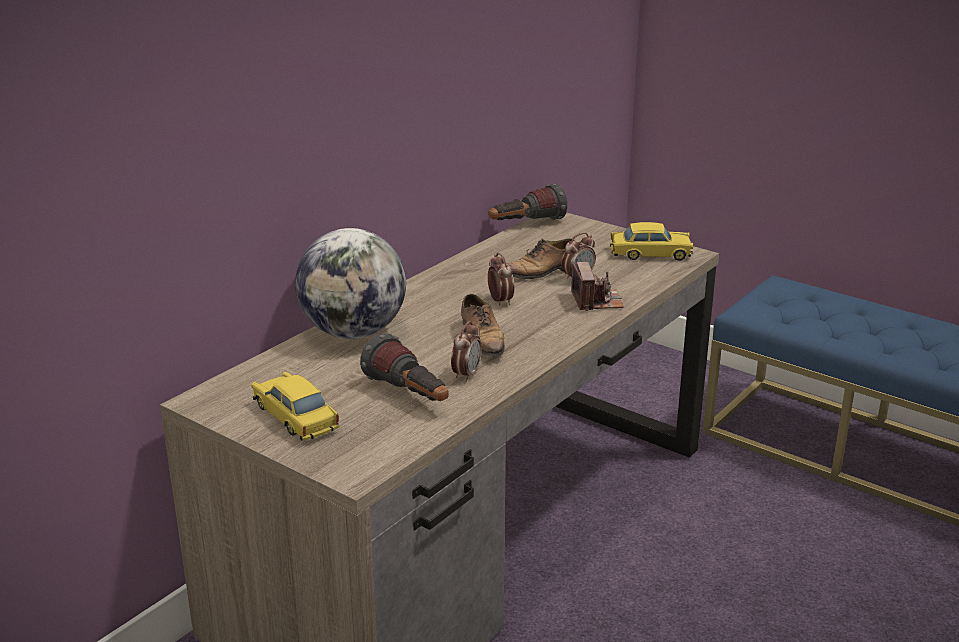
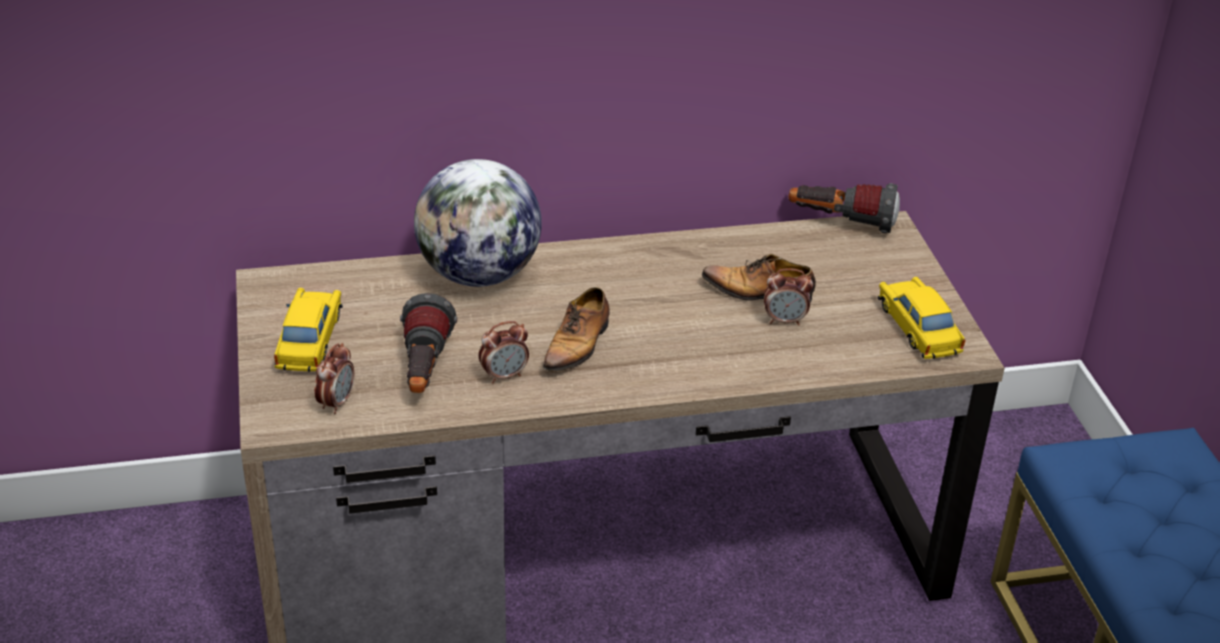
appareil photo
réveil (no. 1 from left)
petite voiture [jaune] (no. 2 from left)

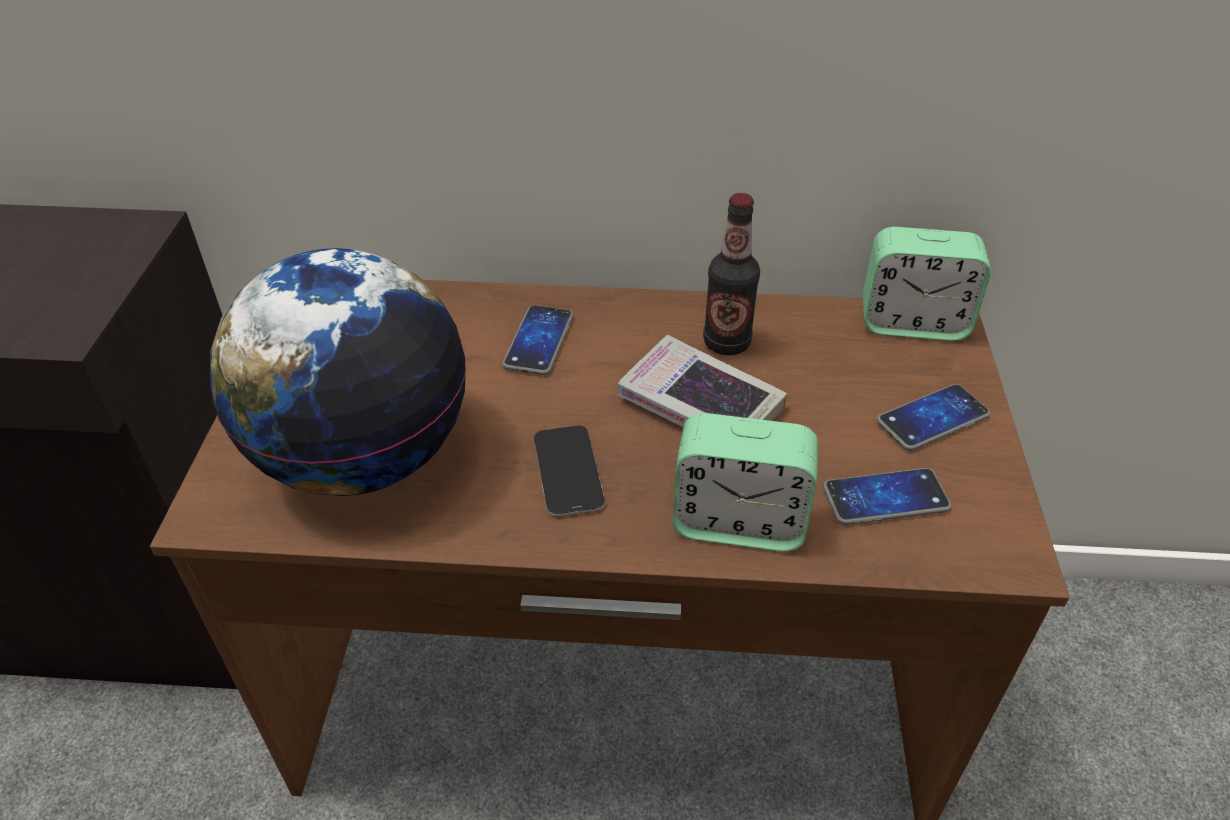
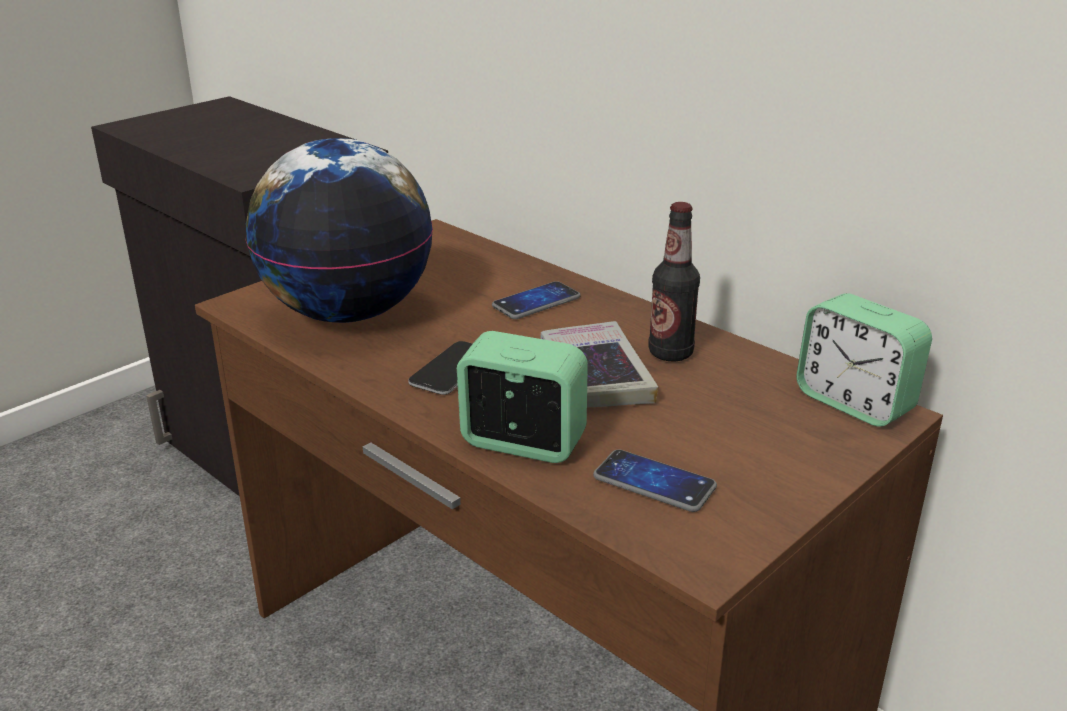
téléphone (no. 4 from left in the first image)
réveil (no. 1 from left)

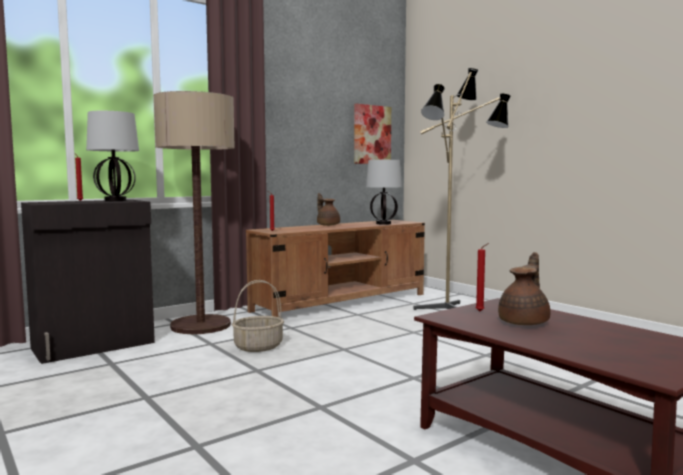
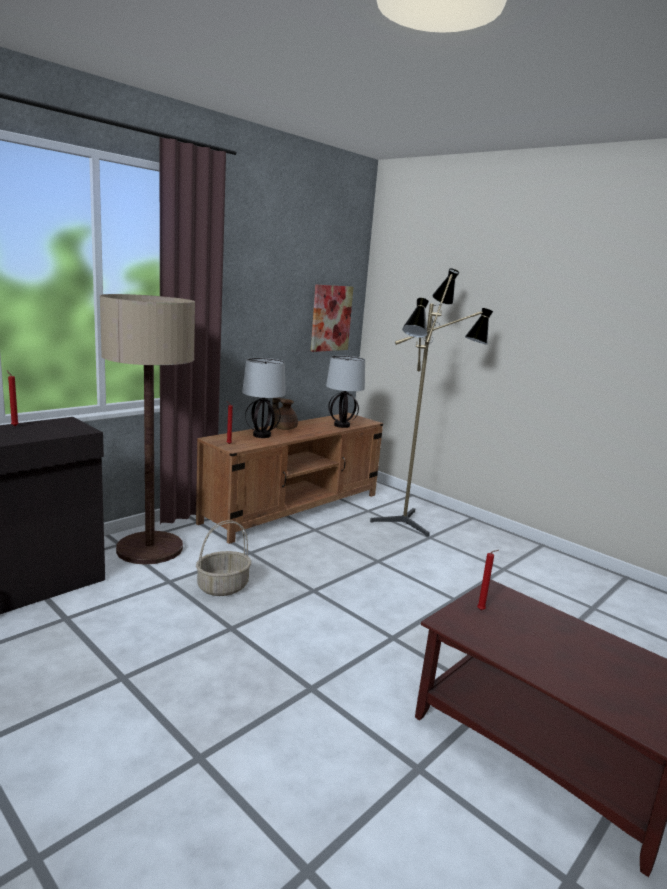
théière [marron] (no. 2 from left in the first image)
lampe de table (no. 1 from left)

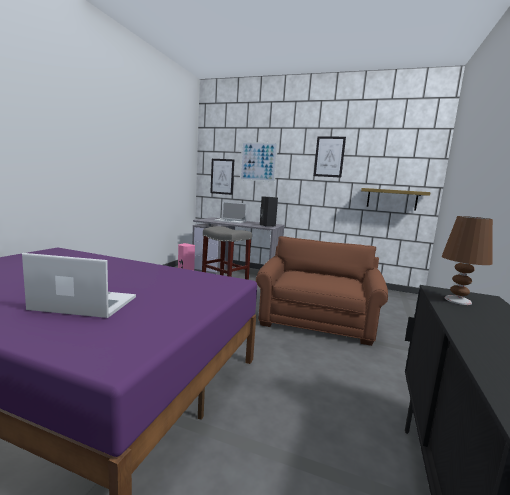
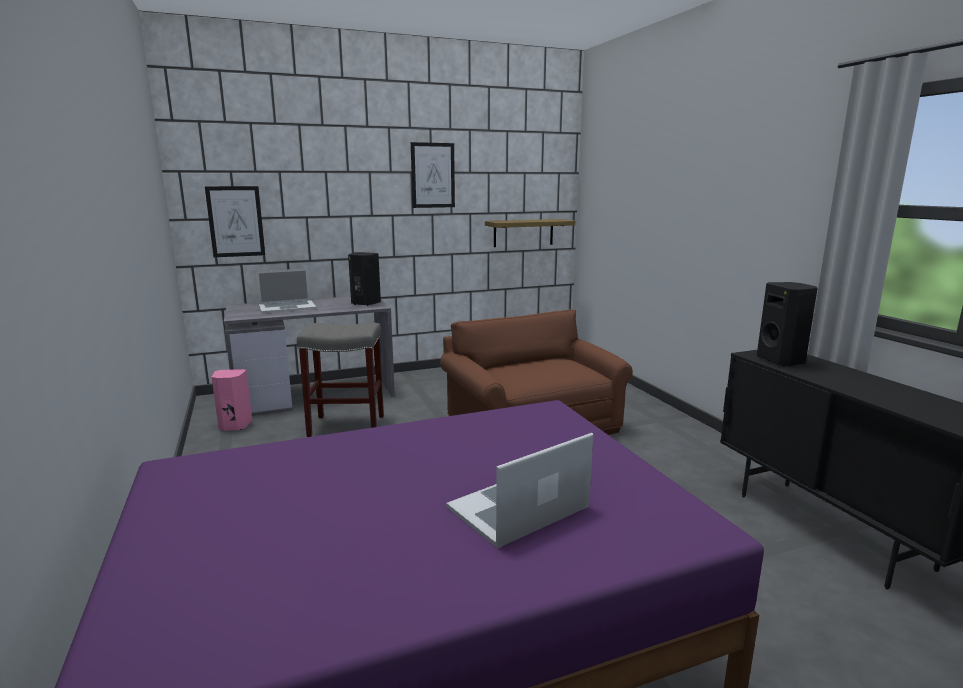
tableau (no. 2 from left in the first image)
enceinte [noir] (no. 2 from left)

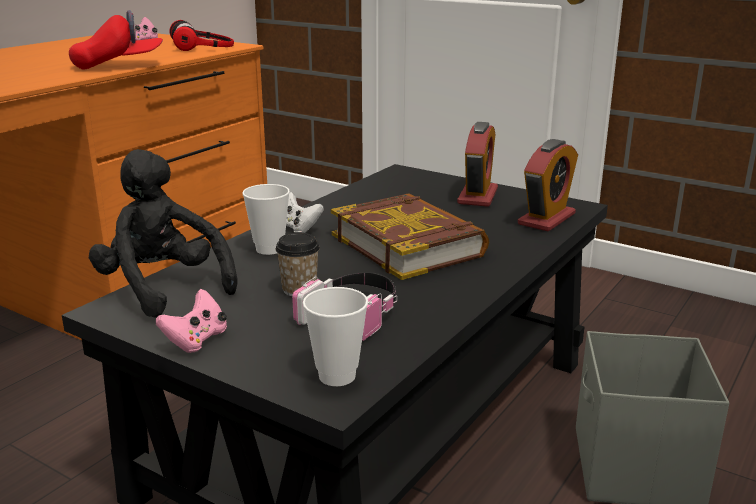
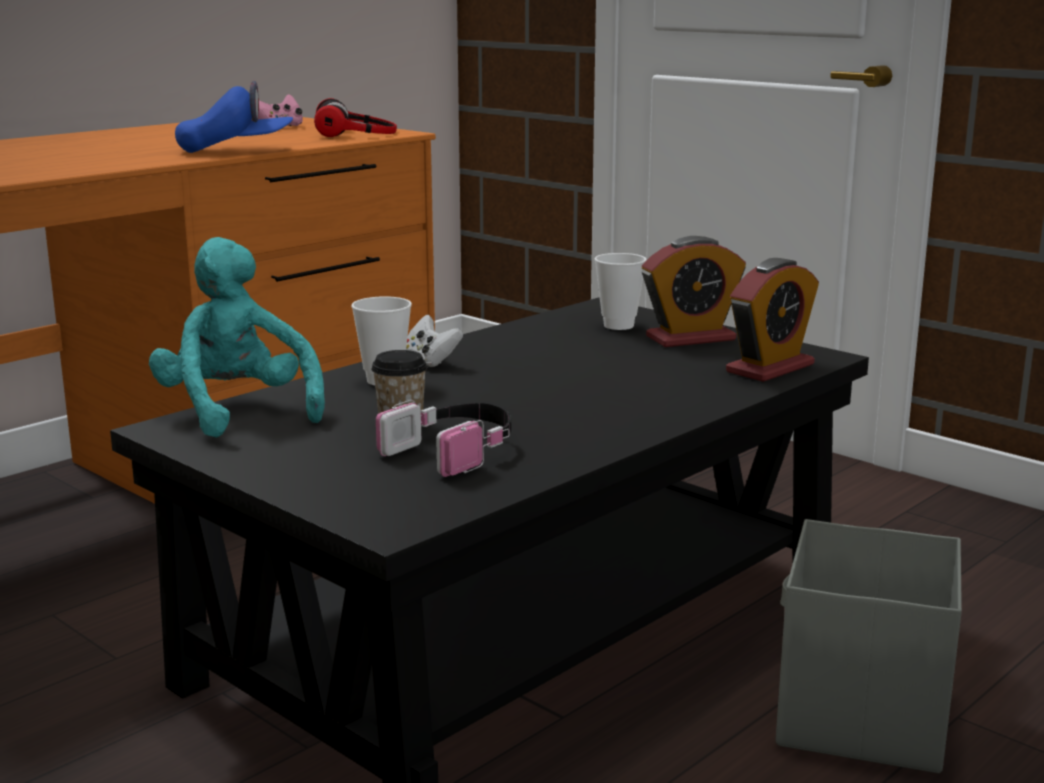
manette [rose] (no. 2 from left in the first image)
livre
tasse (no. 3 from left)
casquette [bleu]
peluche [turquoise]
réveil (no. 1 from left)

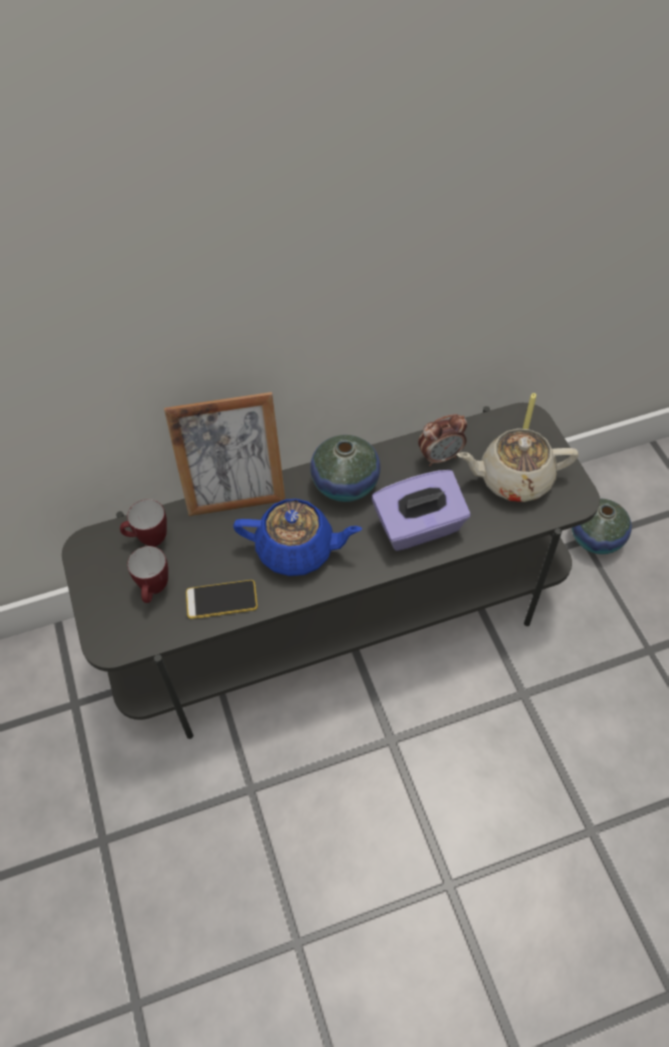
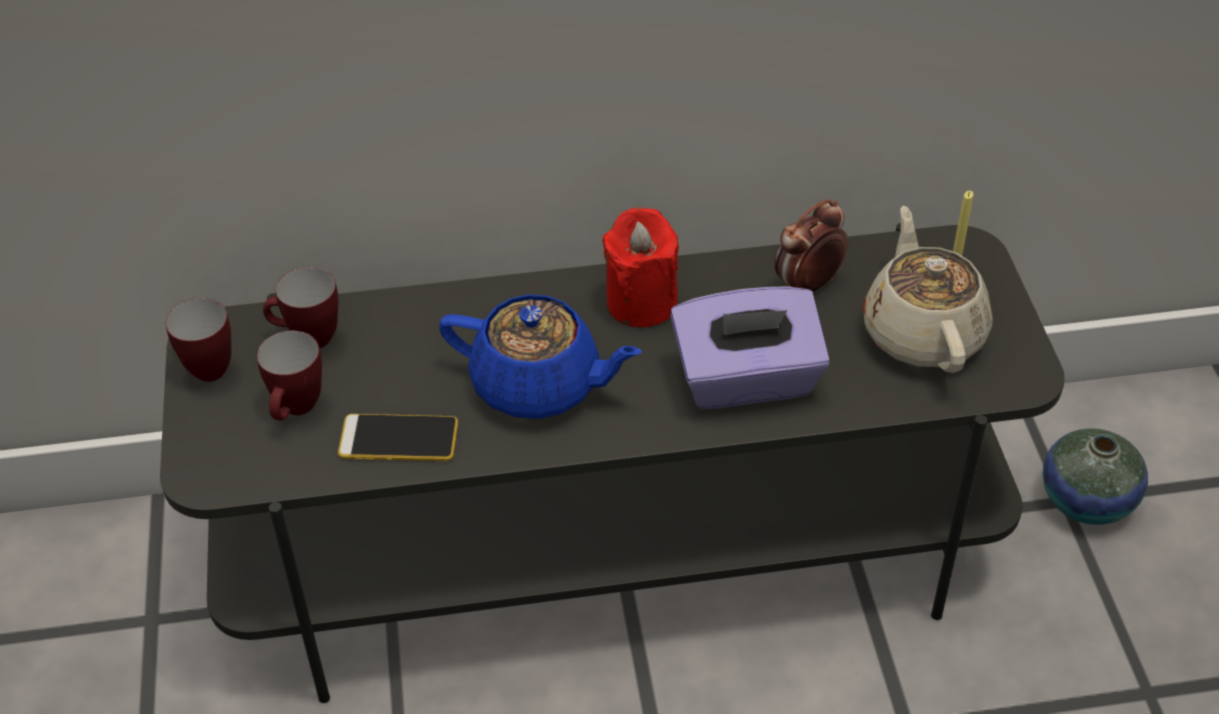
cadre photo
mug (no. 1 from left)
bougie [rouge]
réveil
théière [beige]

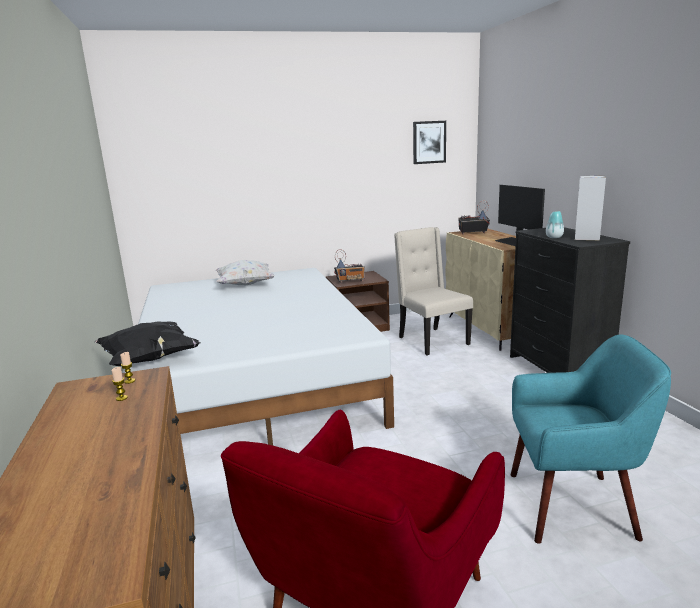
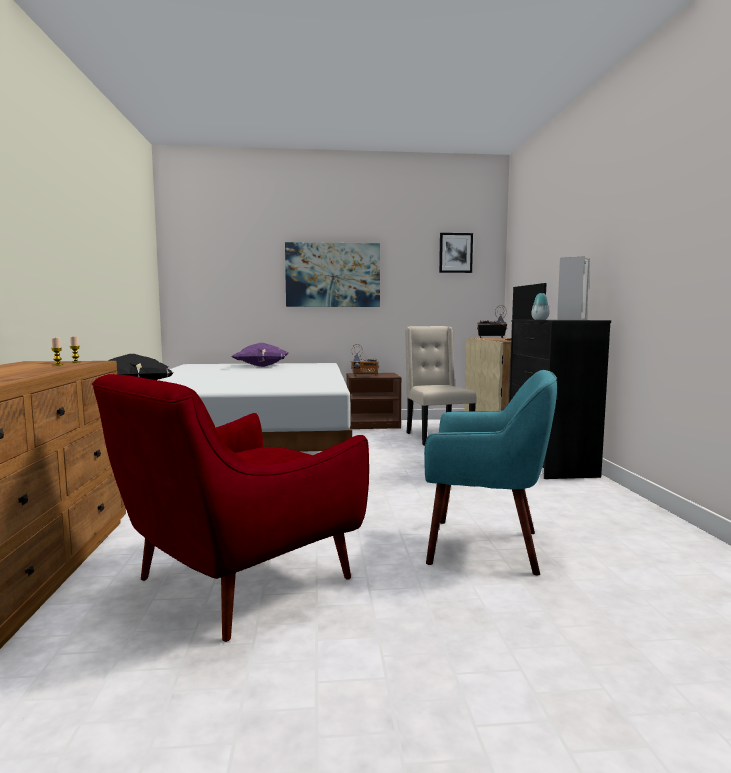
tableau (no. 1 from left)
coussin [violet]

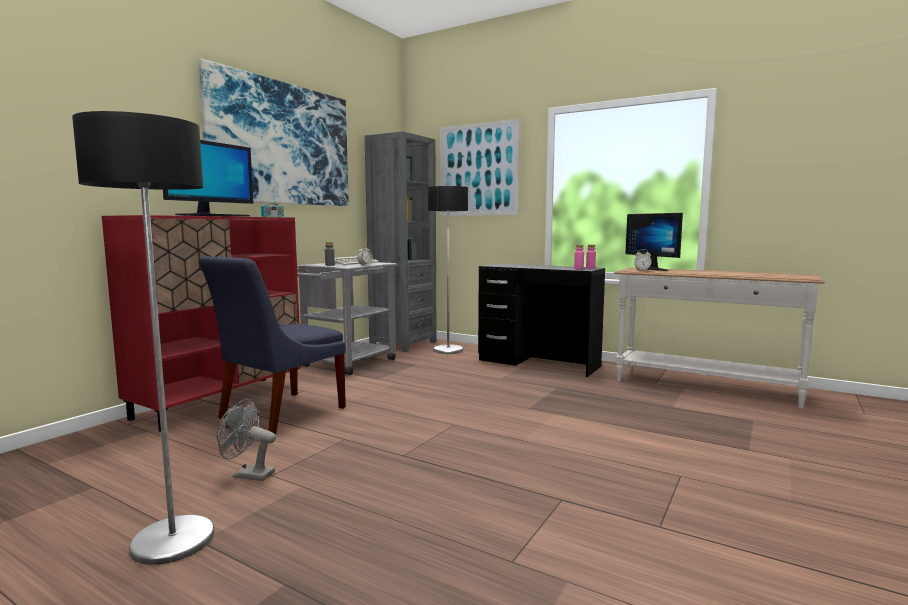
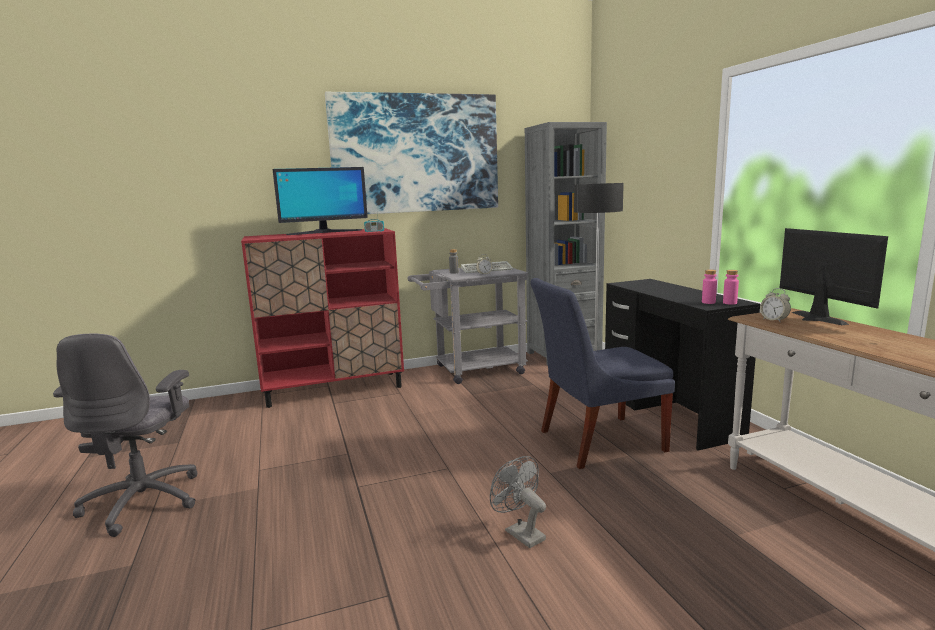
tableau (no. 2 from left in the first image)
chaise [bleu]
ventilateur [gris]
chaise de bureau [gris]
écran d'ordinateur (no. 2 from left)

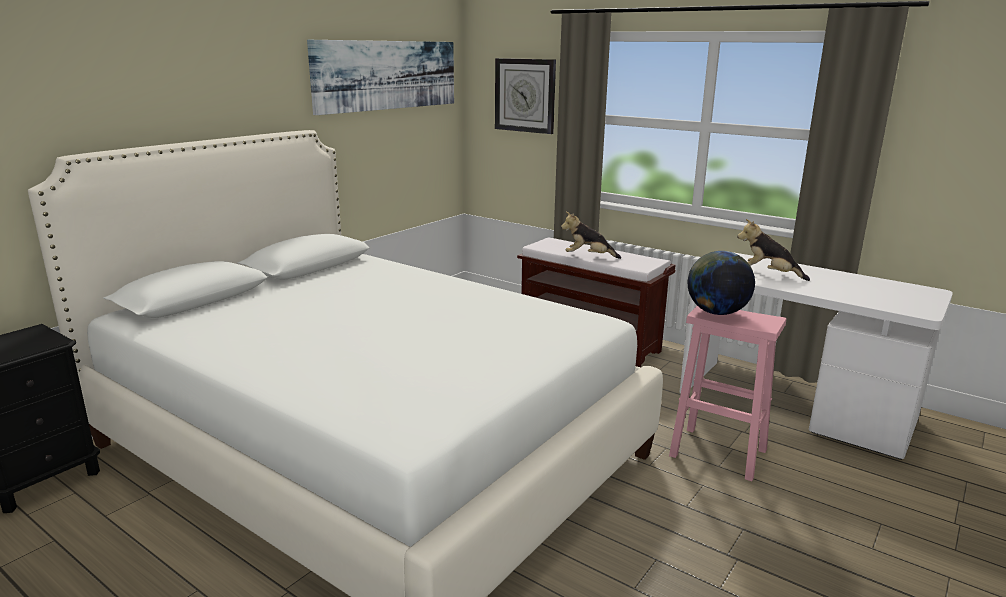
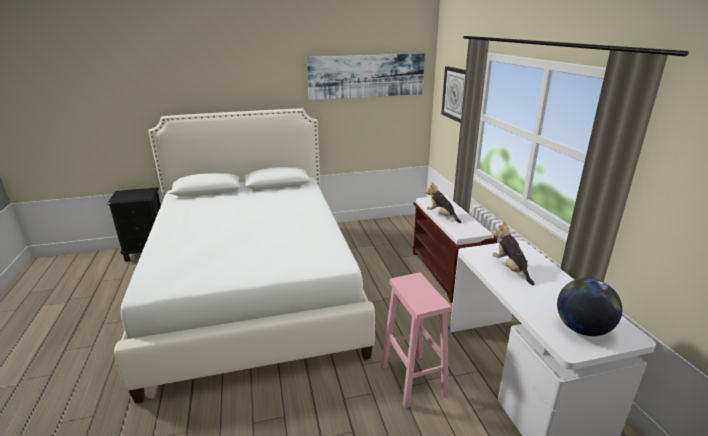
globe

